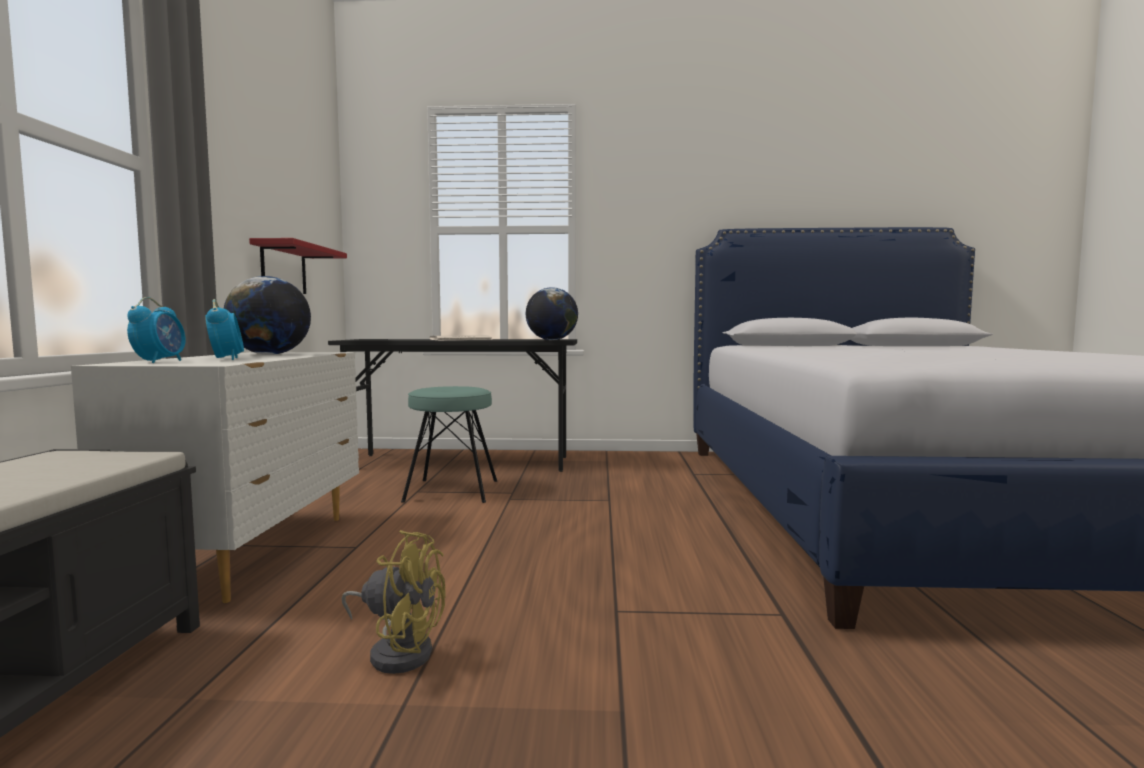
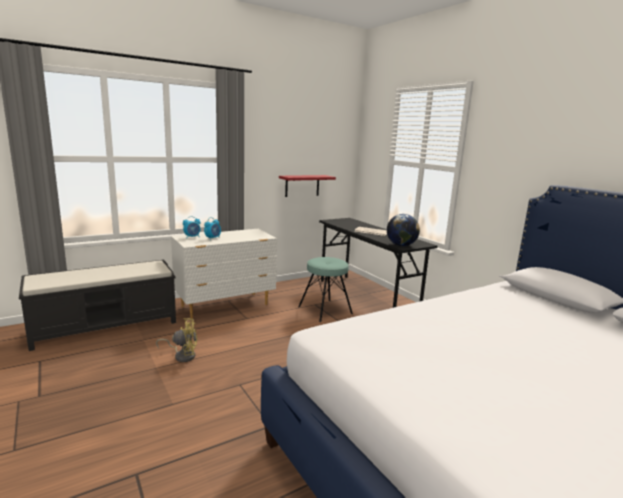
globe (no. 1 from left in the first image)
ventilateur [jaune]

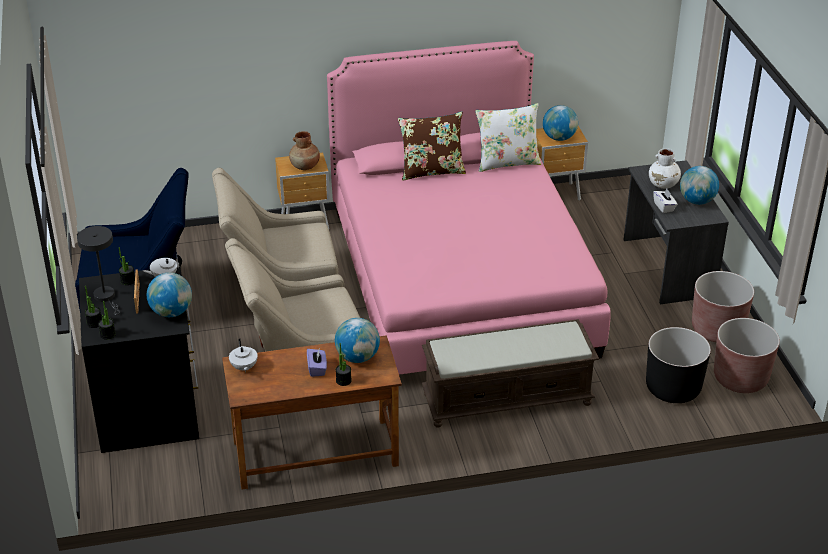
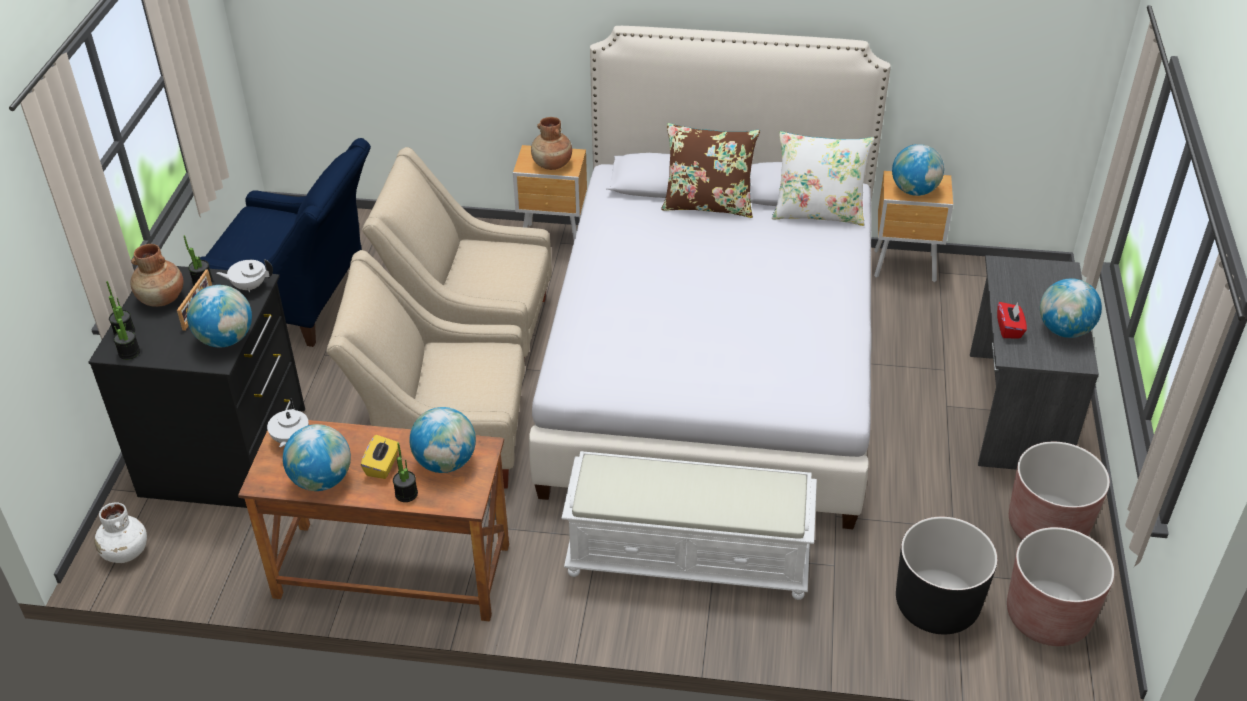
globe (no. 2 from left)
vase [blanc]
vase [marron] (no. 1 from left)
boîte à mouchoirs [jaune]
lit [blanc]
banc [blanc]
boîte à mouchoirs [rouge]

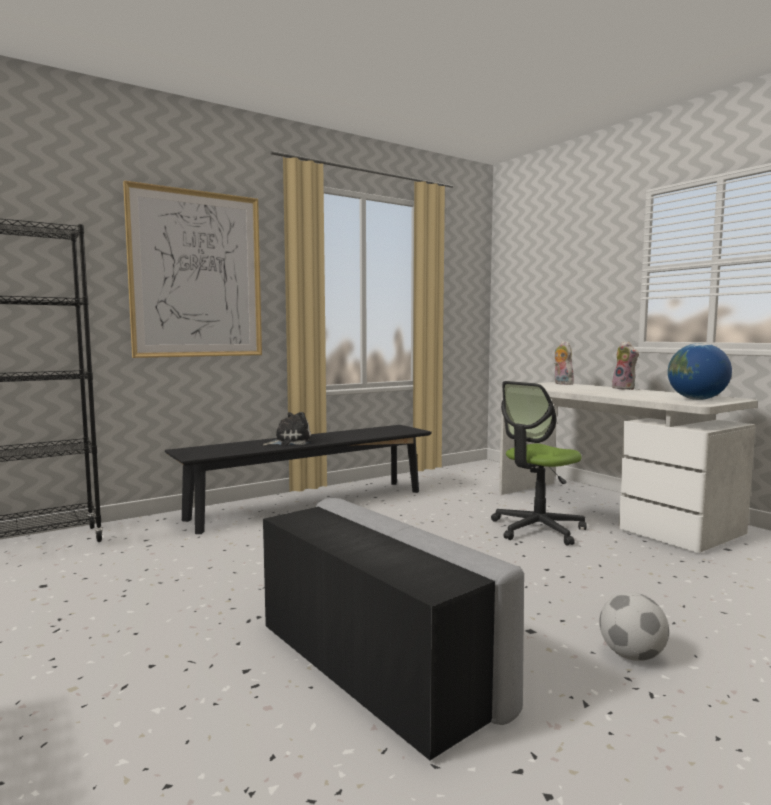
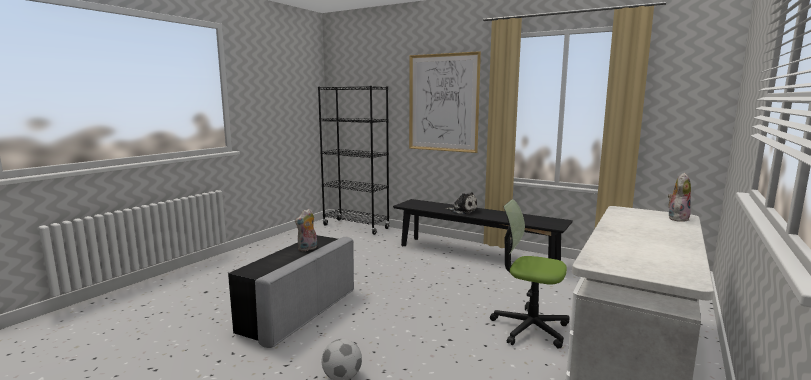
globe
peluche (no. 1 from left)

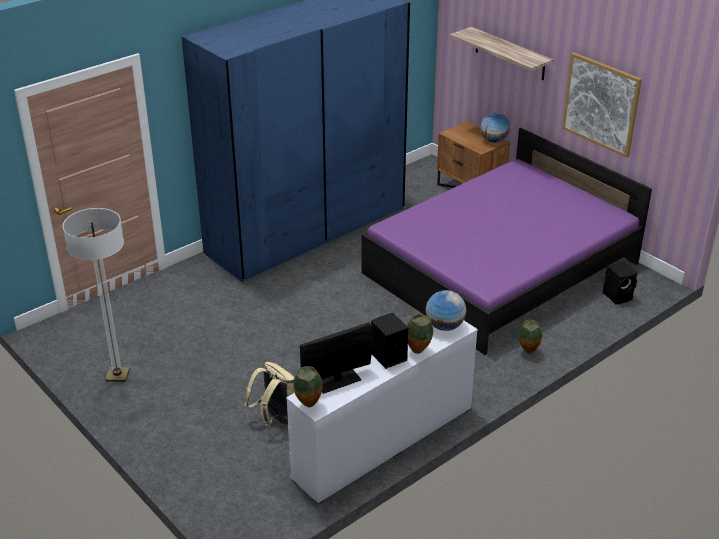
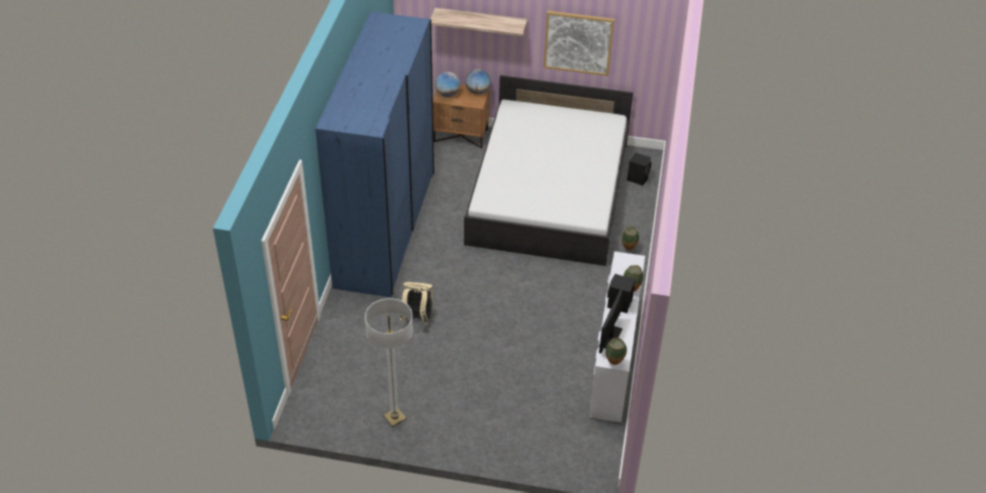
sac à dos [beige]
globe (no. 1 from left)
lit [blanc]

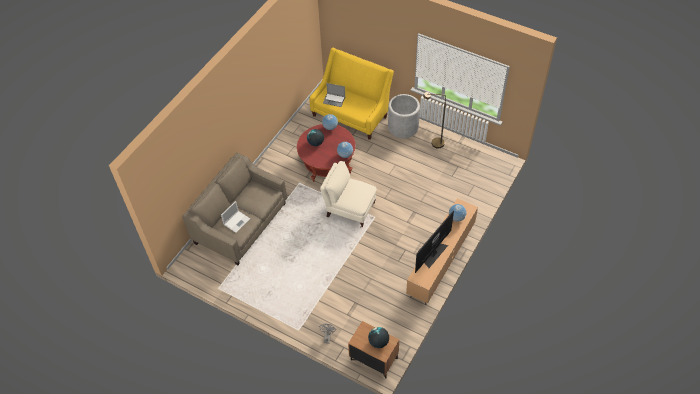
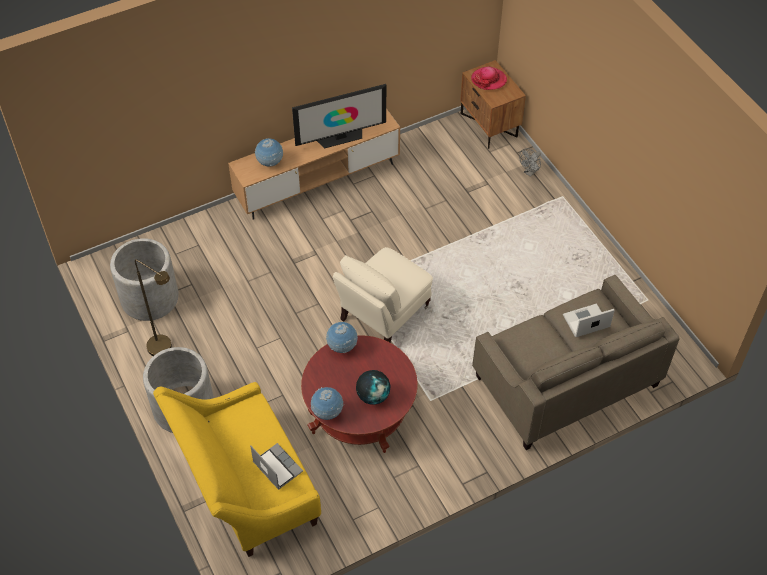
cache-pot [gris] (no. 1 from left)
chapeau
fauteuil [beige]

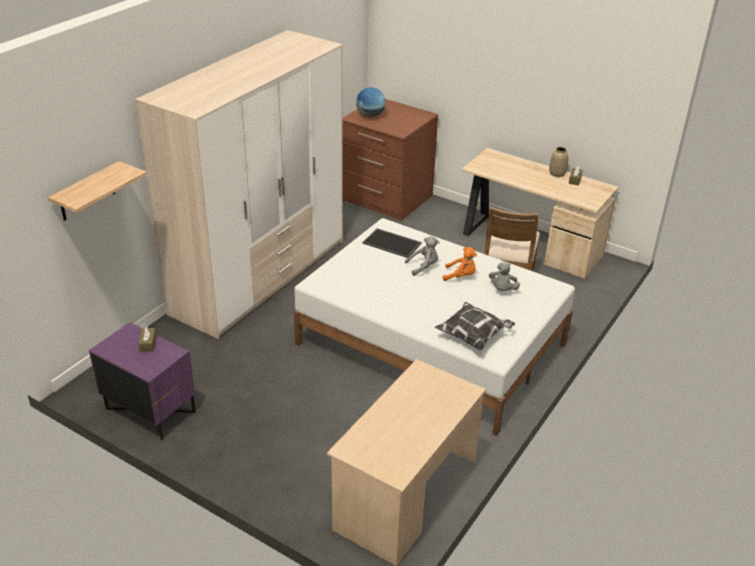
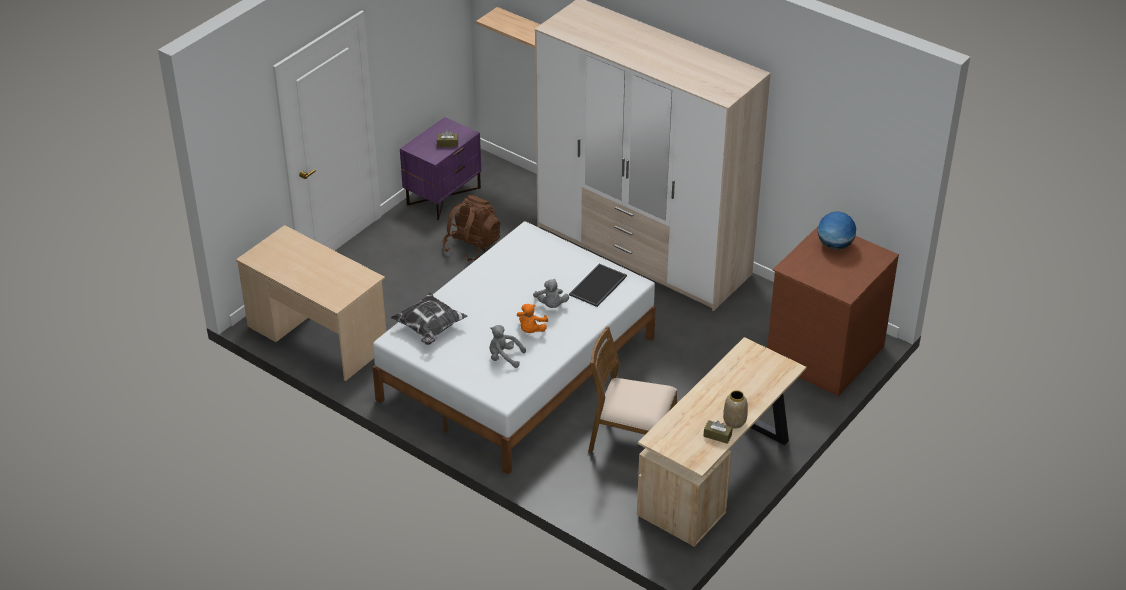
sac à dos [marron]

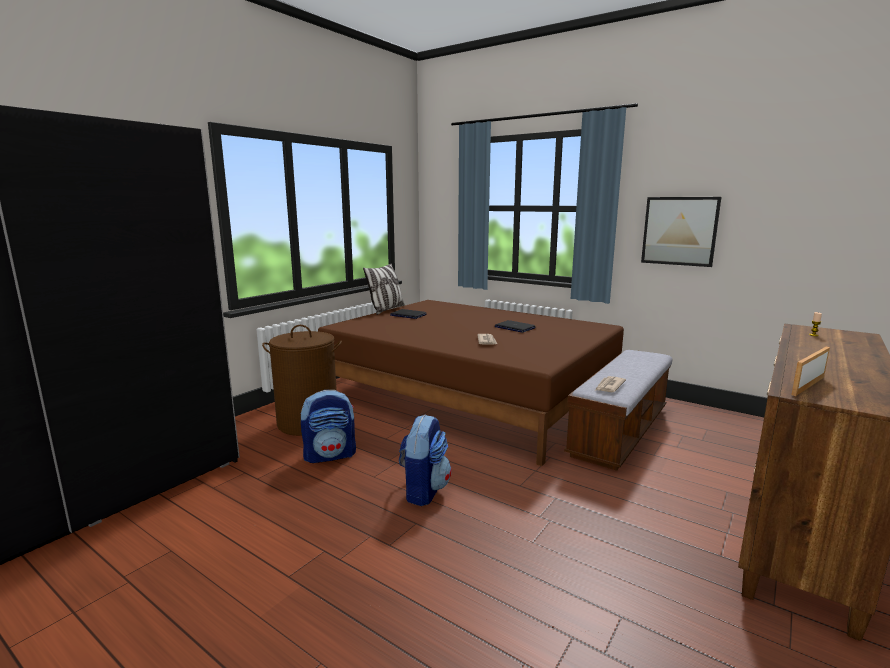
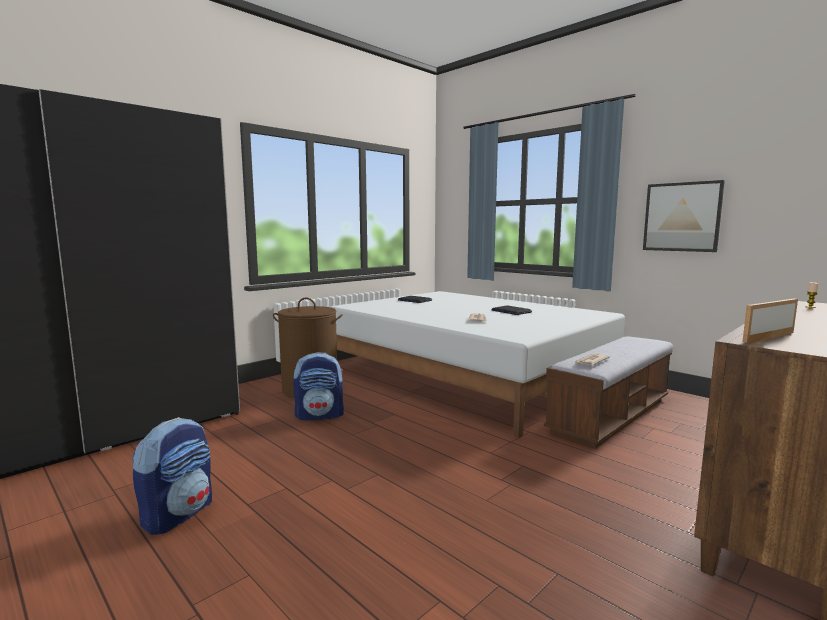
coussin
sac à dos (no. 1 from left)
lit [blanc]

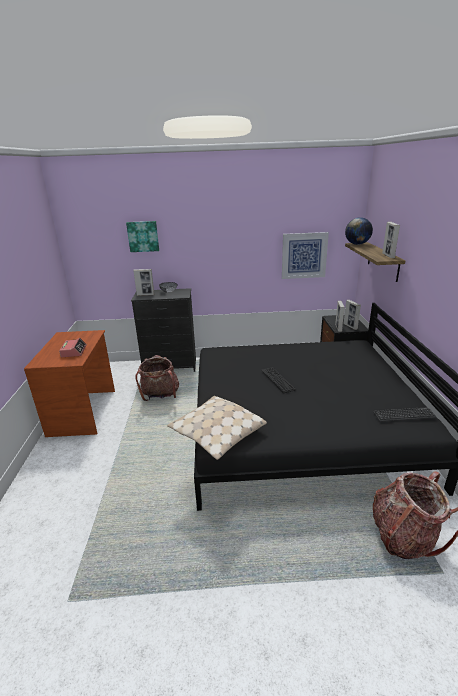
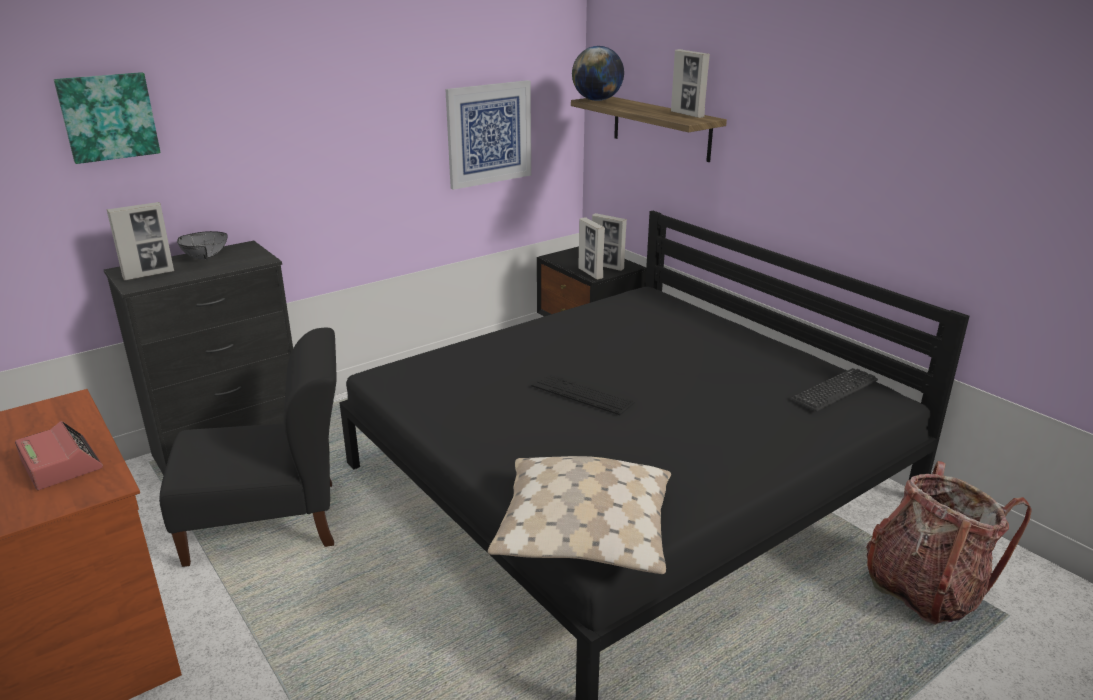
chaise [noir]

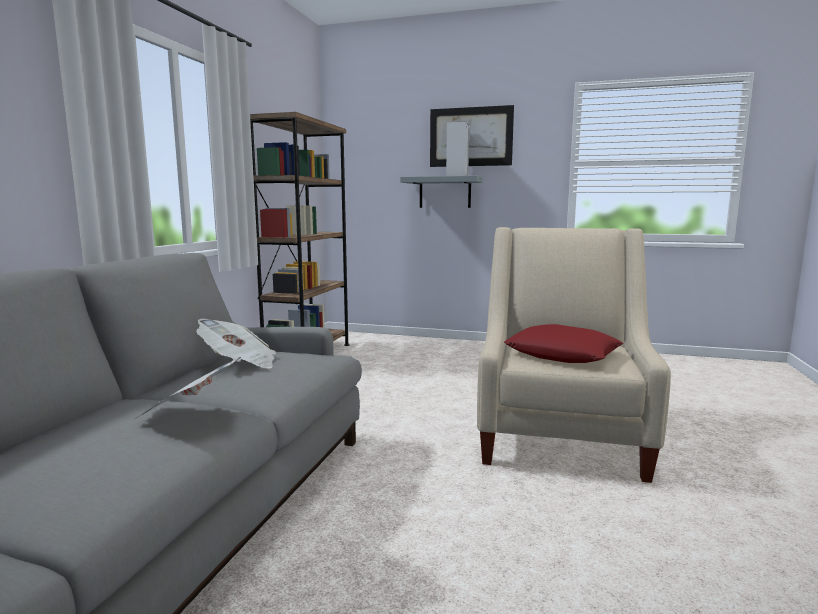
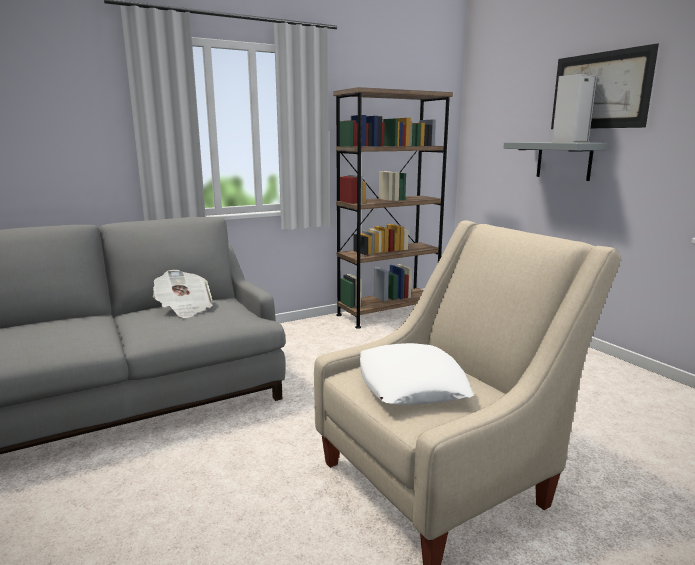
journal (no. 1 from left in the first image)
coussin [blanc]

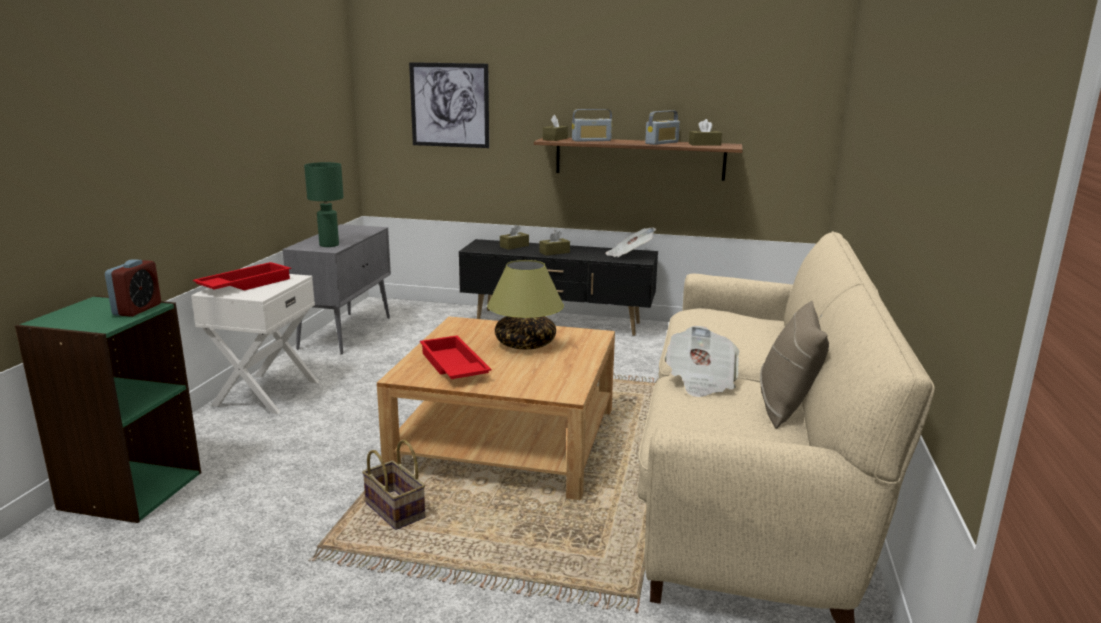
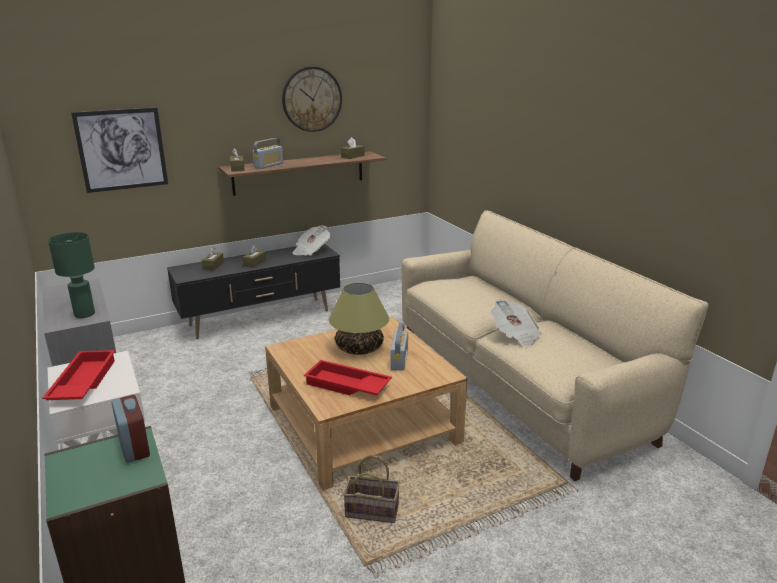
coussin [beige]
horloge murale
radio (no. 2 from left)

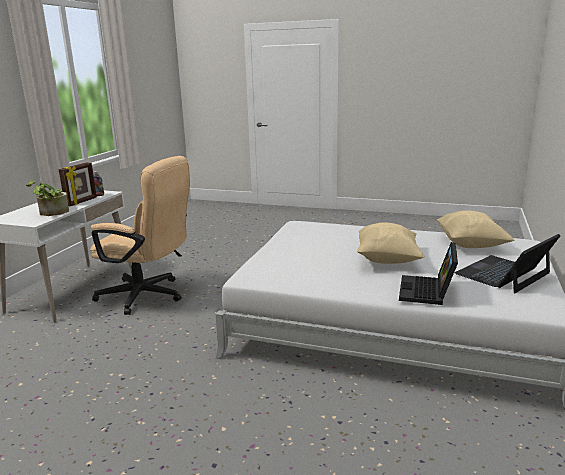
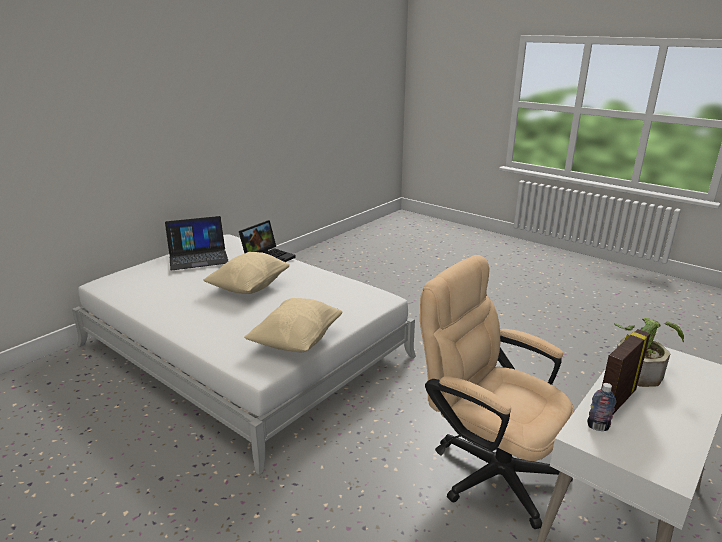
coussin [beige] (no. 2 from left)

